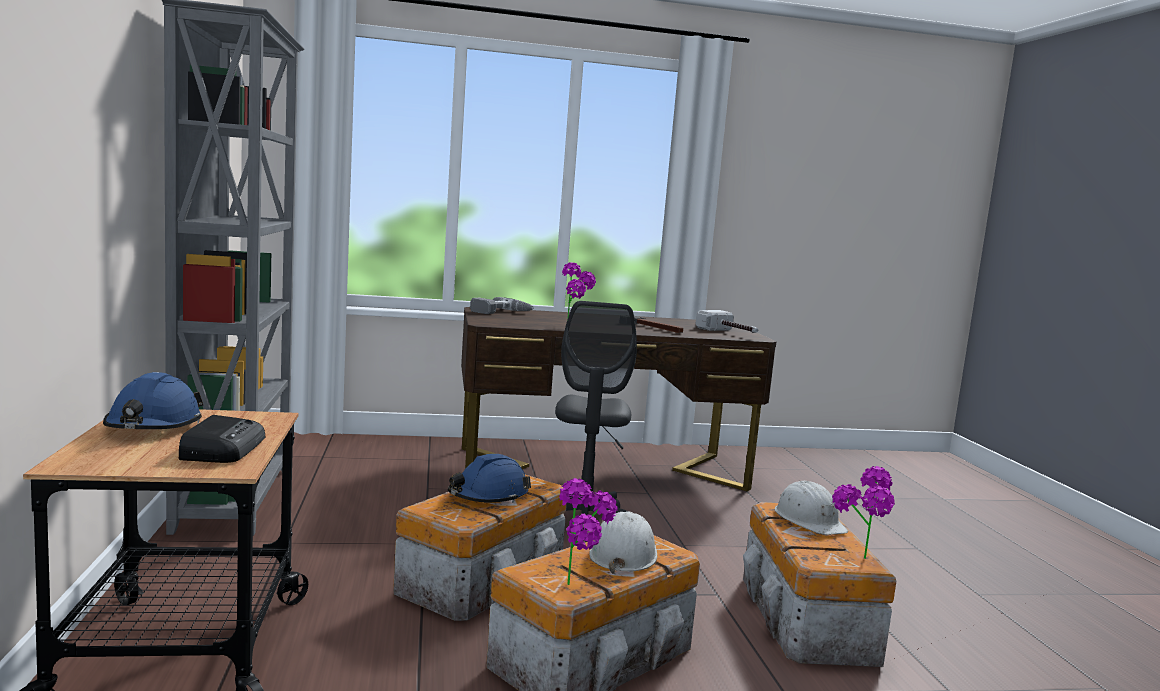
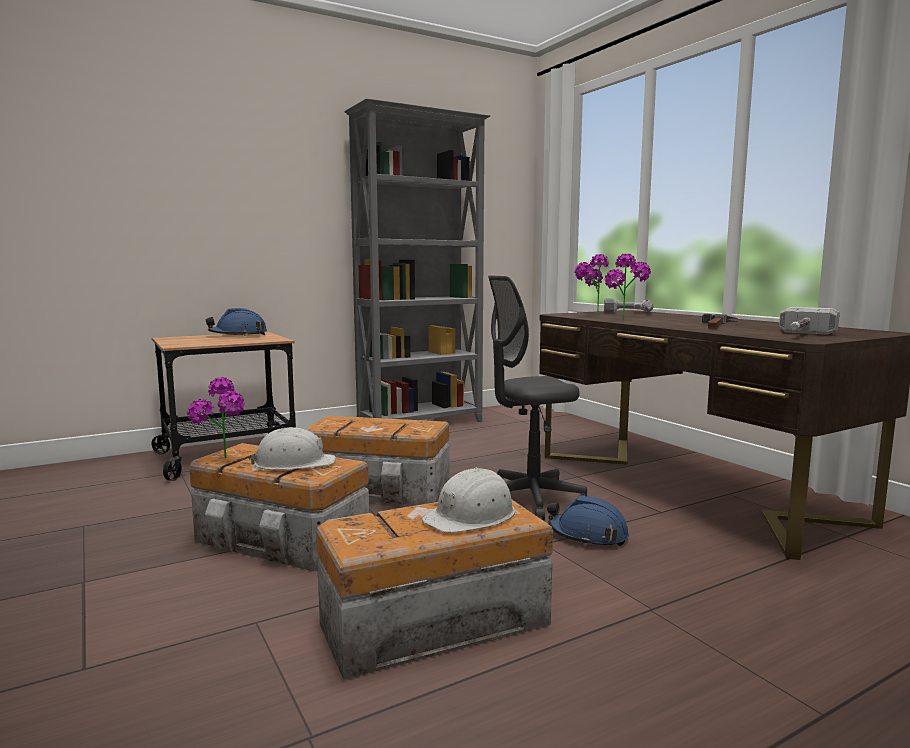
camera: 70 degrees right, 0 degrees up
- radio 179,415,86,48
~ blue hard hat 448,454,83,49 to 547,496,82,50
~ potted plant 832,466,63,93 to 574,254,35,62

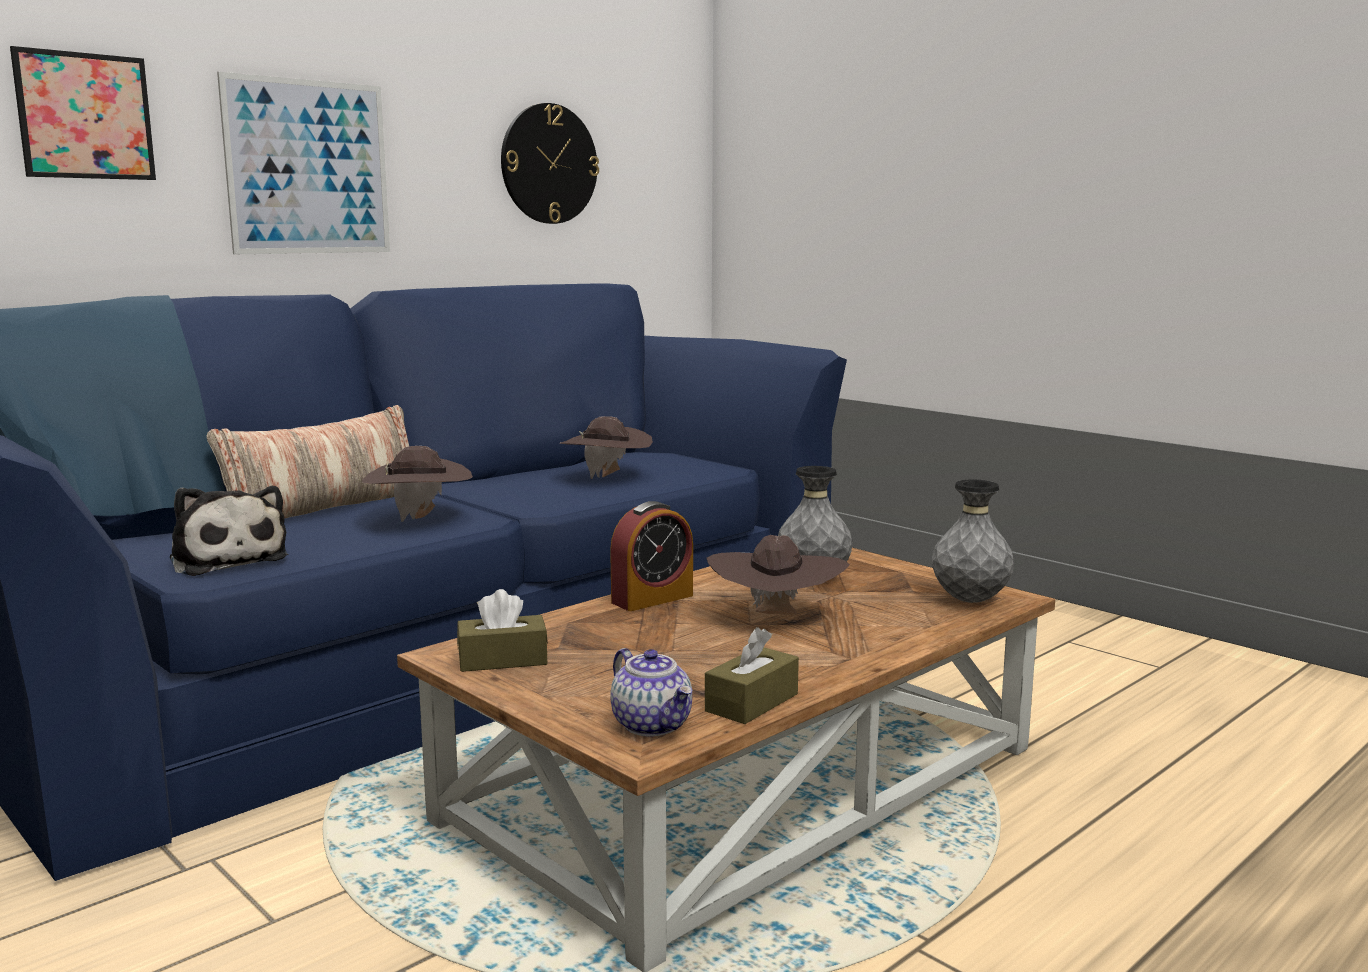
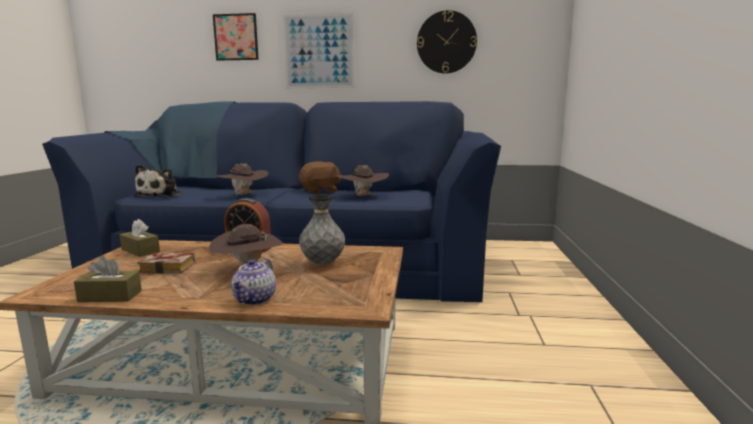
camera: 50 degrees right, 0 degrees up
- pillow 206,405,203,113
- grey vase 932,480,82,123
~ teapot 610,648,82,88 to 231,258,45,47
+ brown plush toy 299,161,42,33
+ book 138,253,58,21

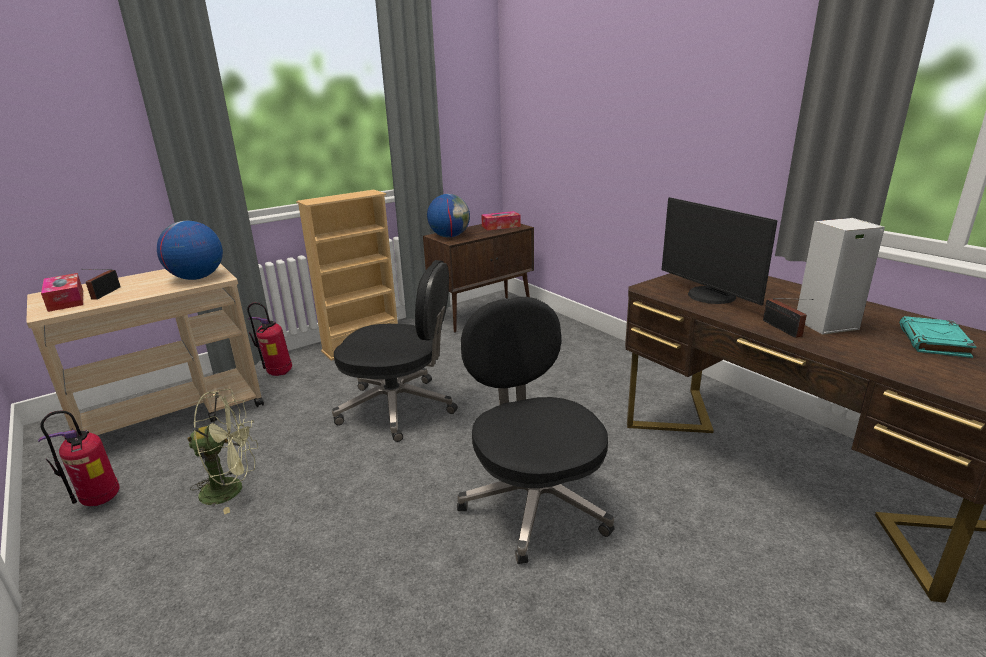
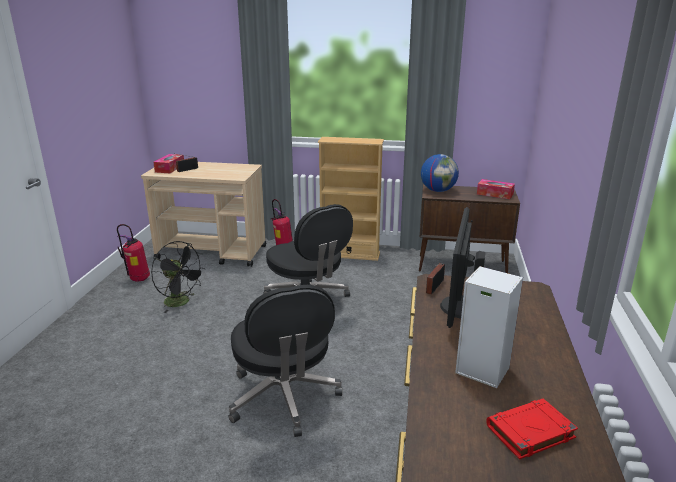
camera: 45 degrees right, 0 degrees up
- globe 157,221,66,59
~ black office chair 457,297,158,267 = 229,285,113,152 135 degrees clockwise
~ radio 763,298,51,40 to 426,263,19,32
~ turquoise book 899,316,77,42 to red book 486,398,92,62
~ green fan 187,389,71,125 to black fan 151,241,55,72

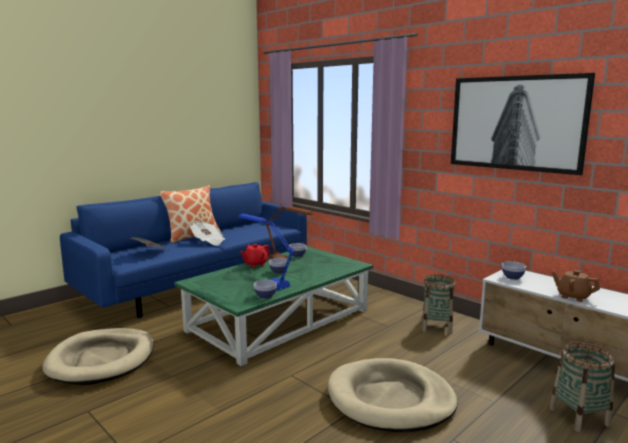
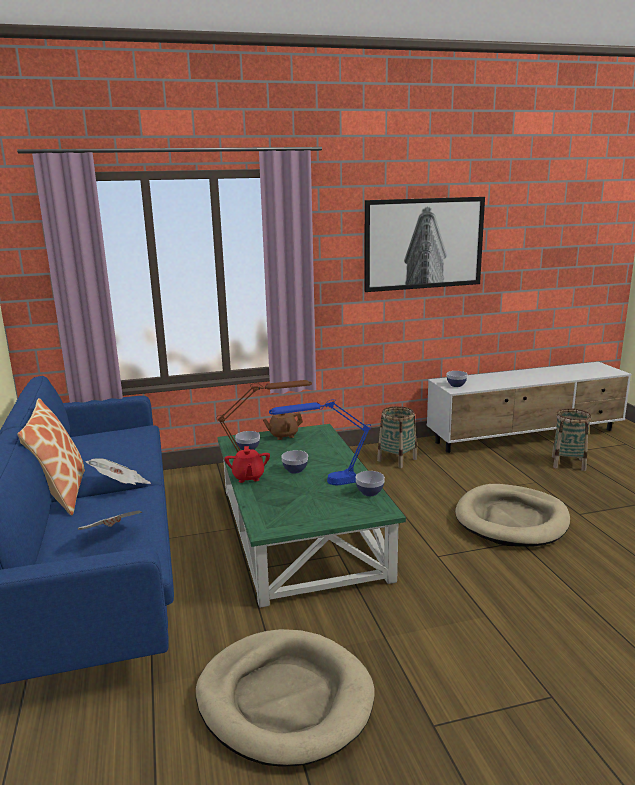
camera: 60 degrees left, 5 degrees up
~ brown teapot 552,270,48,32 to 263,412,40,28

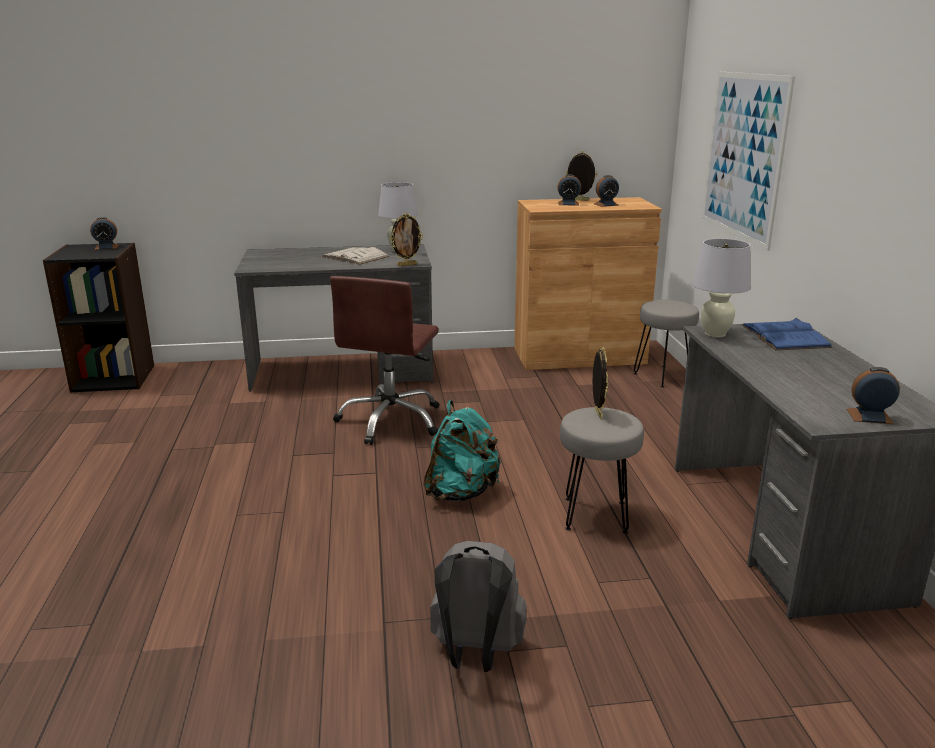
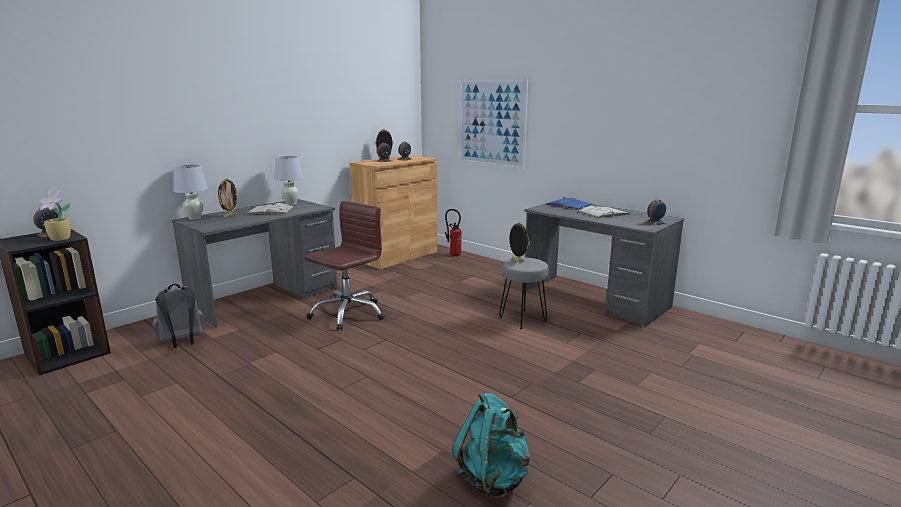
camera: 40 degrees left, 5 degrees down
~ picture frame 390,213,33,53 to 218,178,21,40
~ white table lamp 692,239,59,99 to 173,164,35,55
~ brown office chair 330,276,109,169 = 304,201,81,130 120 degrees counterclockwise
~ grey stool 634,300,65,88 to fire extinguisher 445,209,17,48
~ turquoise backpack 423,400,78,102 to 452,393,78,106
~ grey backpack 430,541,96,131 to 153,284,52,64
+ potted plant 39,191,32,50
+ white book 577,206,53,12

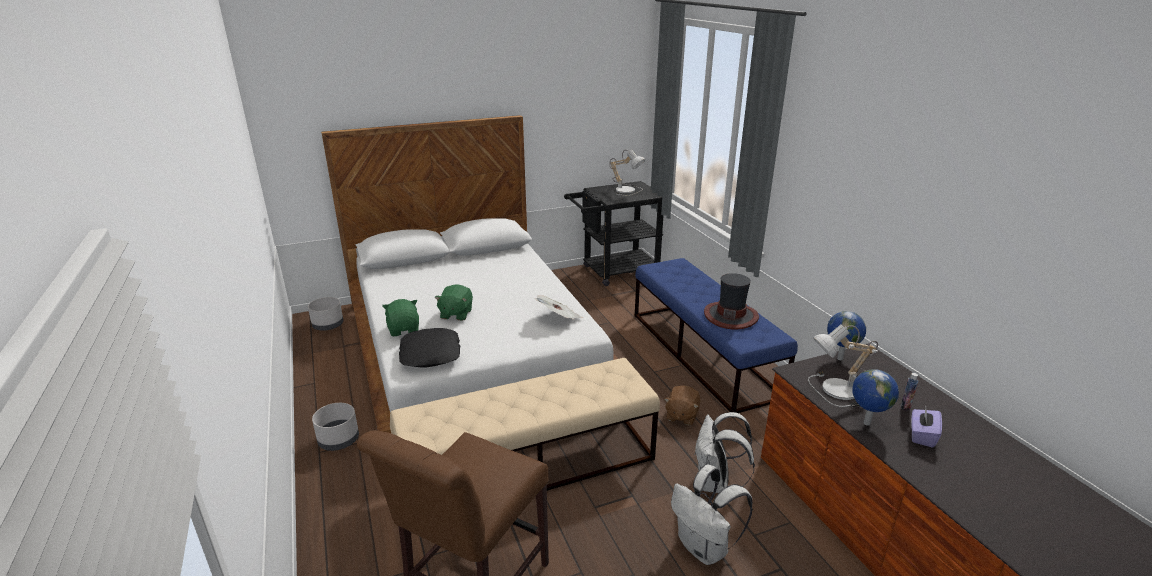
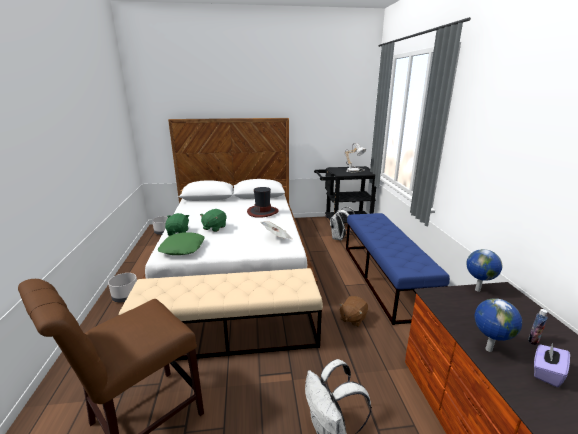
camera: 15 degrees right, 5 degrees down
~ hat 704,273,55,56 to 247,187,32,31
- table lamp 808,324,70,83
~ black pillow 399,328,61,40 to green pillow 158,232,47,23
~ white backpack 694,412,61,81 to 330,207,25,34

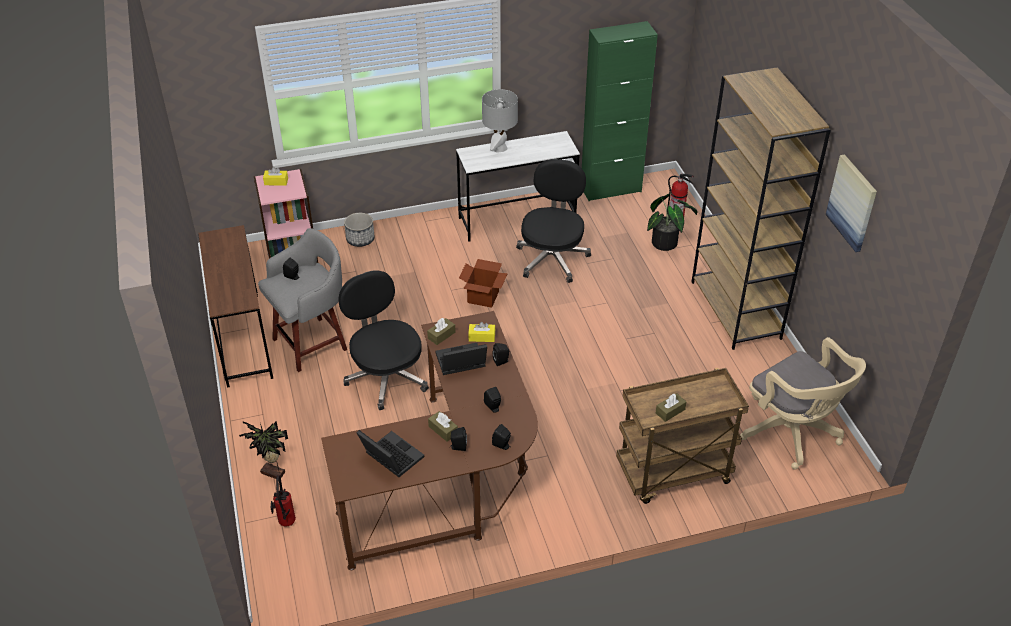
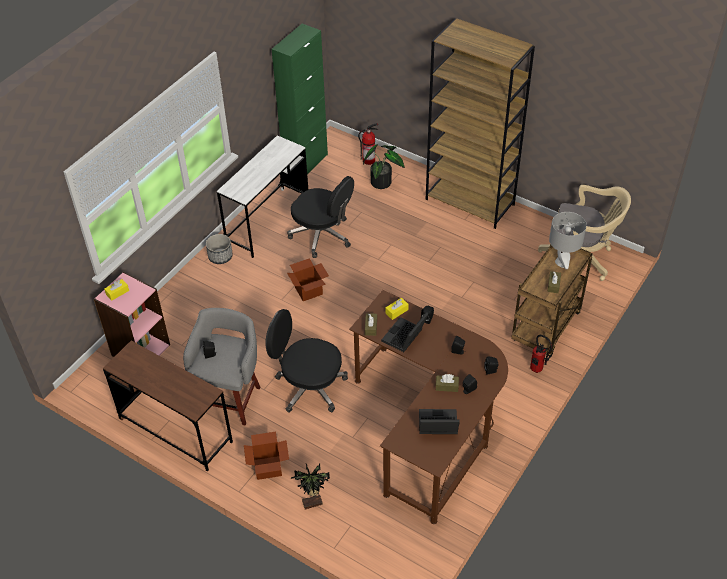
camera: 40 degrees left, 5 degrees up
~ grey table lamp 482,89,36,64 to 549,212,37,57
- picture 826,154,51,98
~ black office chair 516,159,75,124 = 287,176,67,82 150 degrees clockwise
~ planter 344,213,31,34 to 206,234,27,30
~ fire extinguisher 271,475,25,51 to 530,335,22,38
+ cardboard box 244,431,45,49

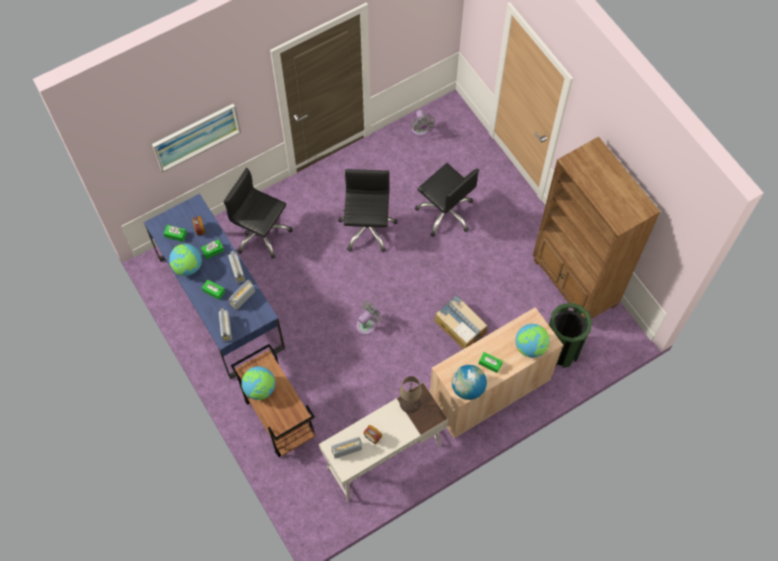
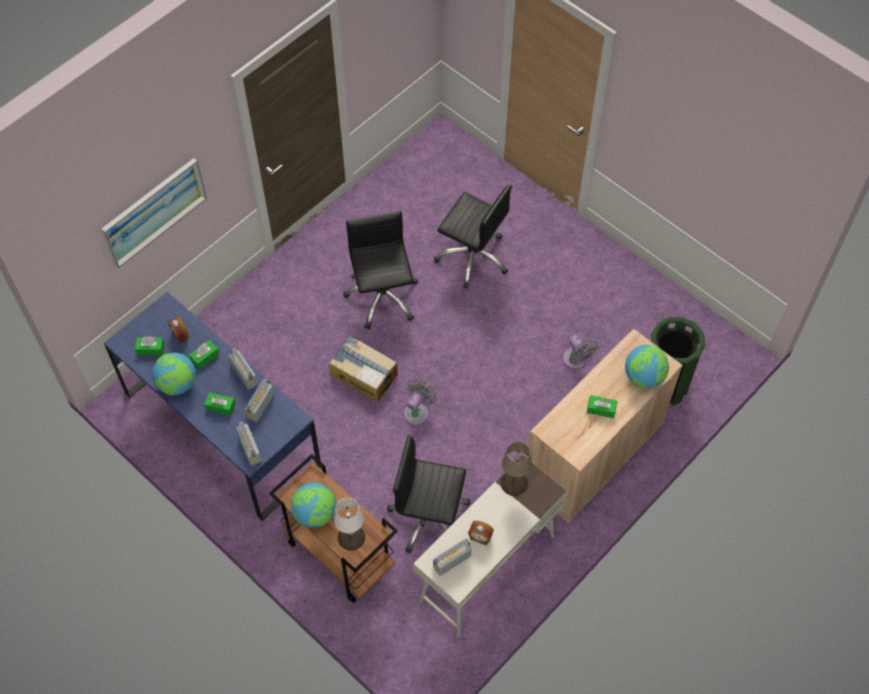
camera: 15 degrees left, 5 degrees down
~ grey fan 411,110,24,26 to 563,335,35,35
- brown bookcase 533,137,127,182
~ black office chair 224,168,69,91 to 387,435,84,118
~ cardboard box 434,295,53,54 to 329,335,69,67
- globe 452,365,35,35
+ white table lamp 334,498,31,53

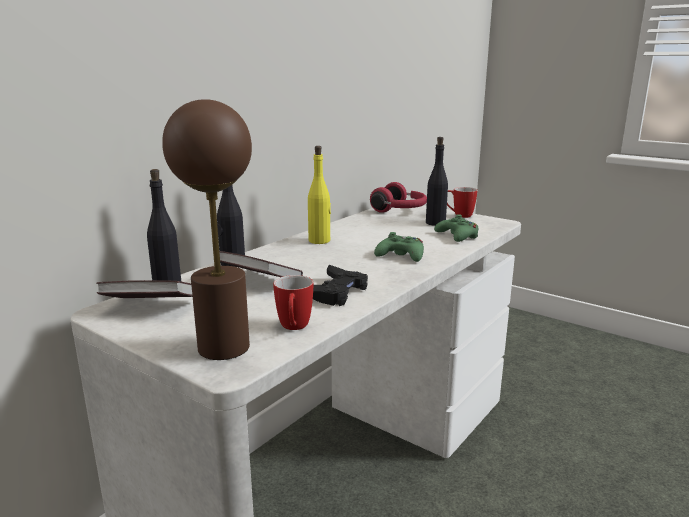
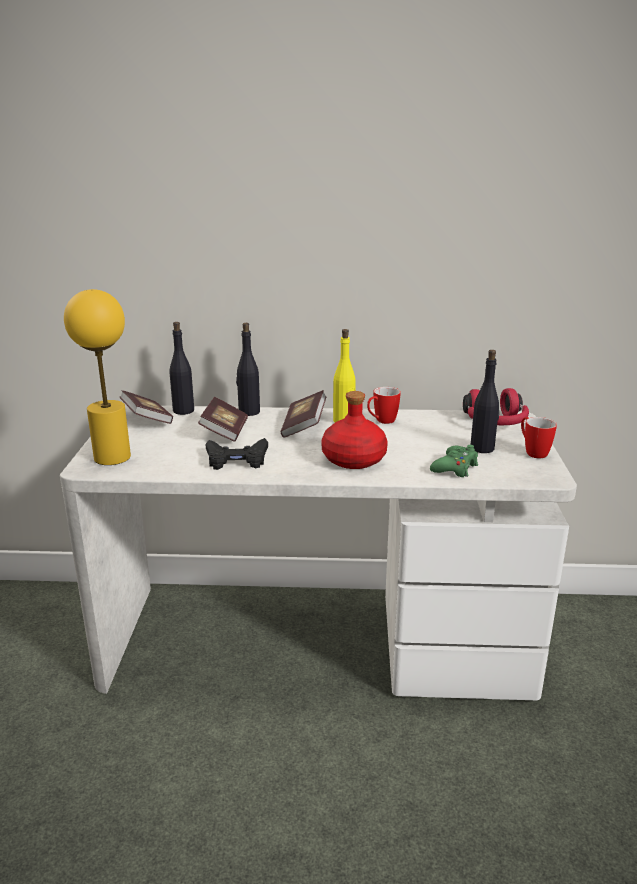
camera: 55 degrees right, 5 degrees up
~ brown table lamp 162,99,90,261 to yellow table lamp 64,289,67,176
~ green game controller 374,232,50,30 to red bottle 321,391,67,78
~ mug 273,275,40,55 to 367,387,34,37
+ book 281,390,45,48

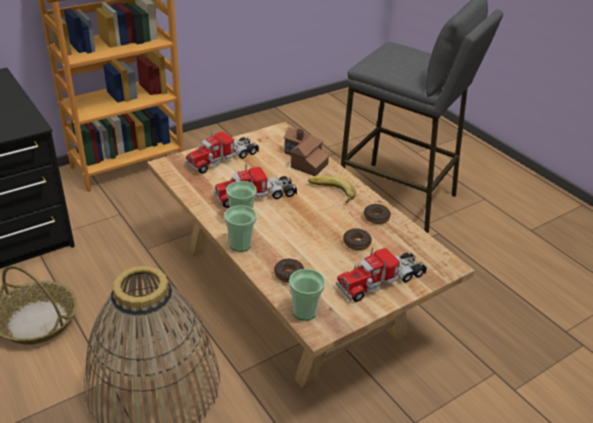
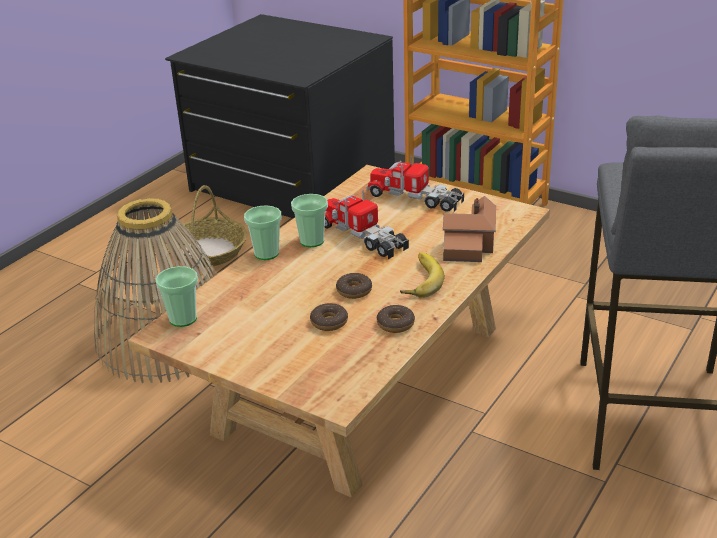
camera: 70 degrees right, 5 degrees down
- toy truck 336,247,91,55
~ donut 274,259,30,24 to 336,273,36,26

